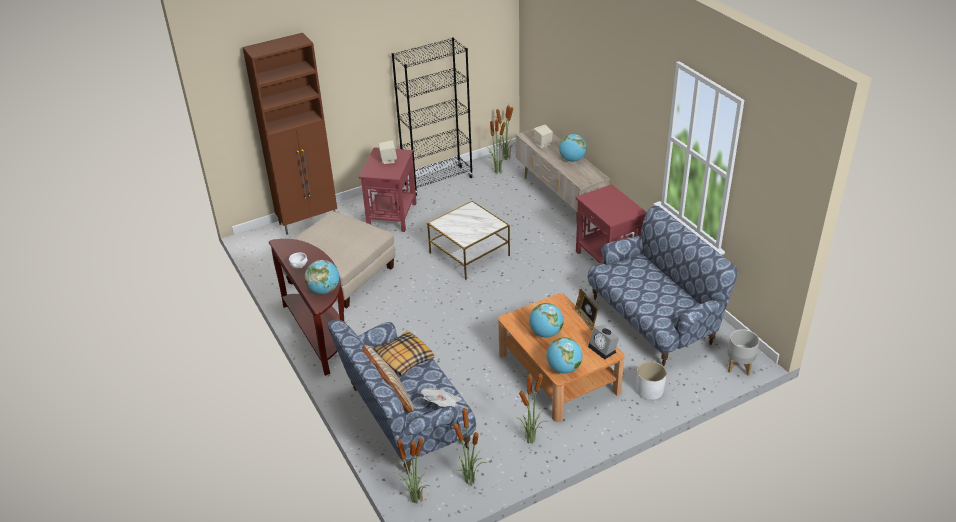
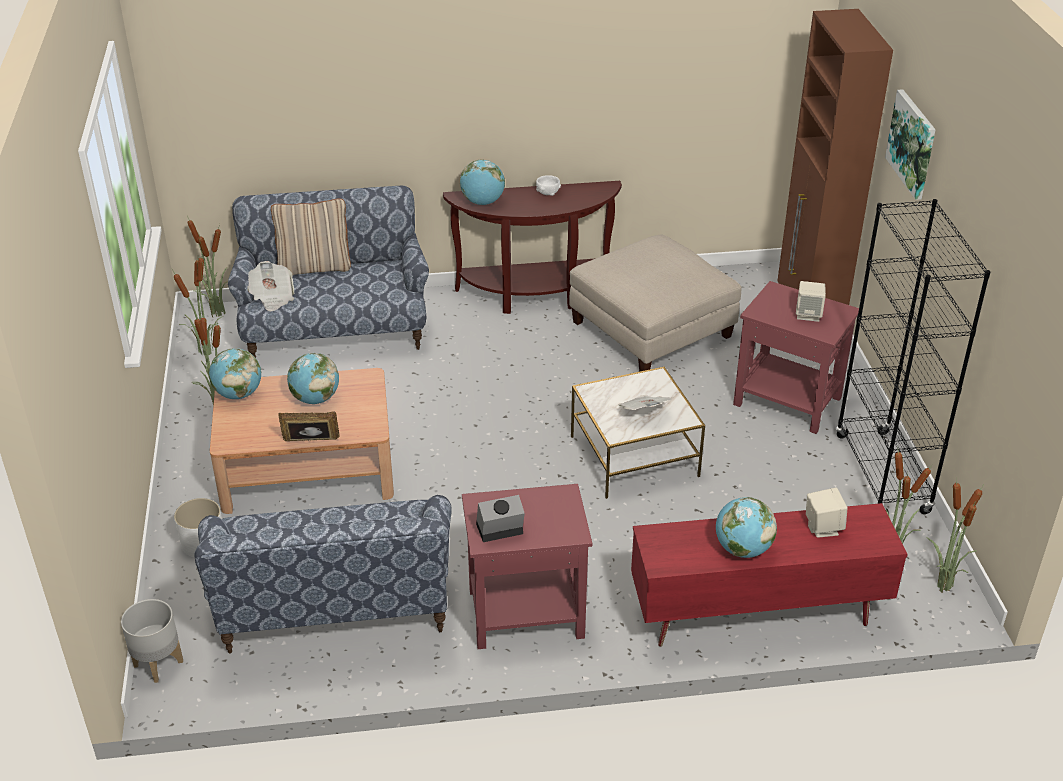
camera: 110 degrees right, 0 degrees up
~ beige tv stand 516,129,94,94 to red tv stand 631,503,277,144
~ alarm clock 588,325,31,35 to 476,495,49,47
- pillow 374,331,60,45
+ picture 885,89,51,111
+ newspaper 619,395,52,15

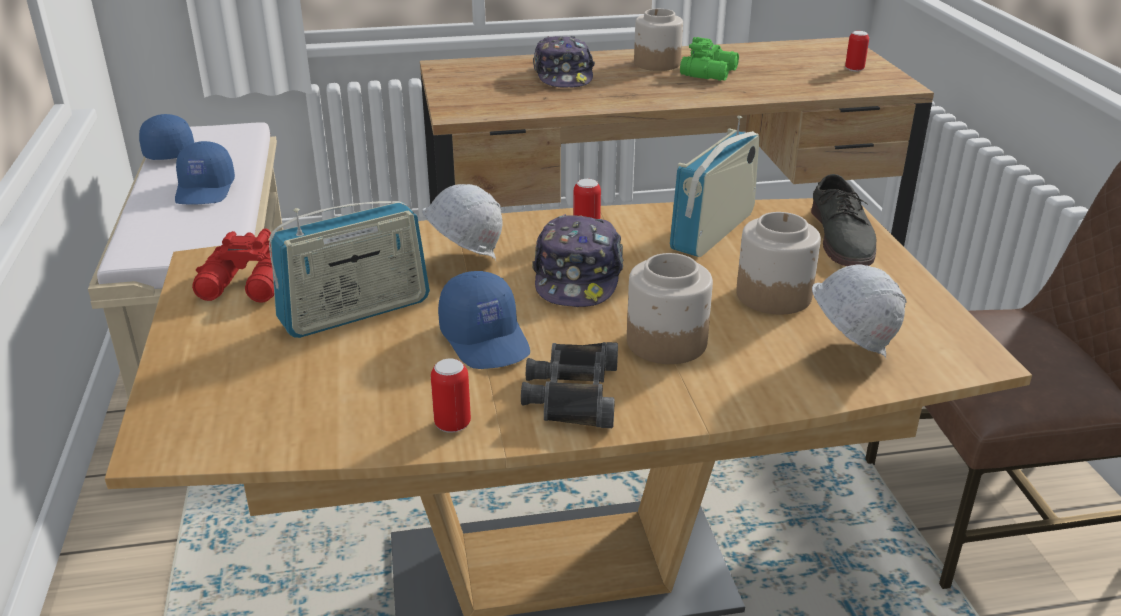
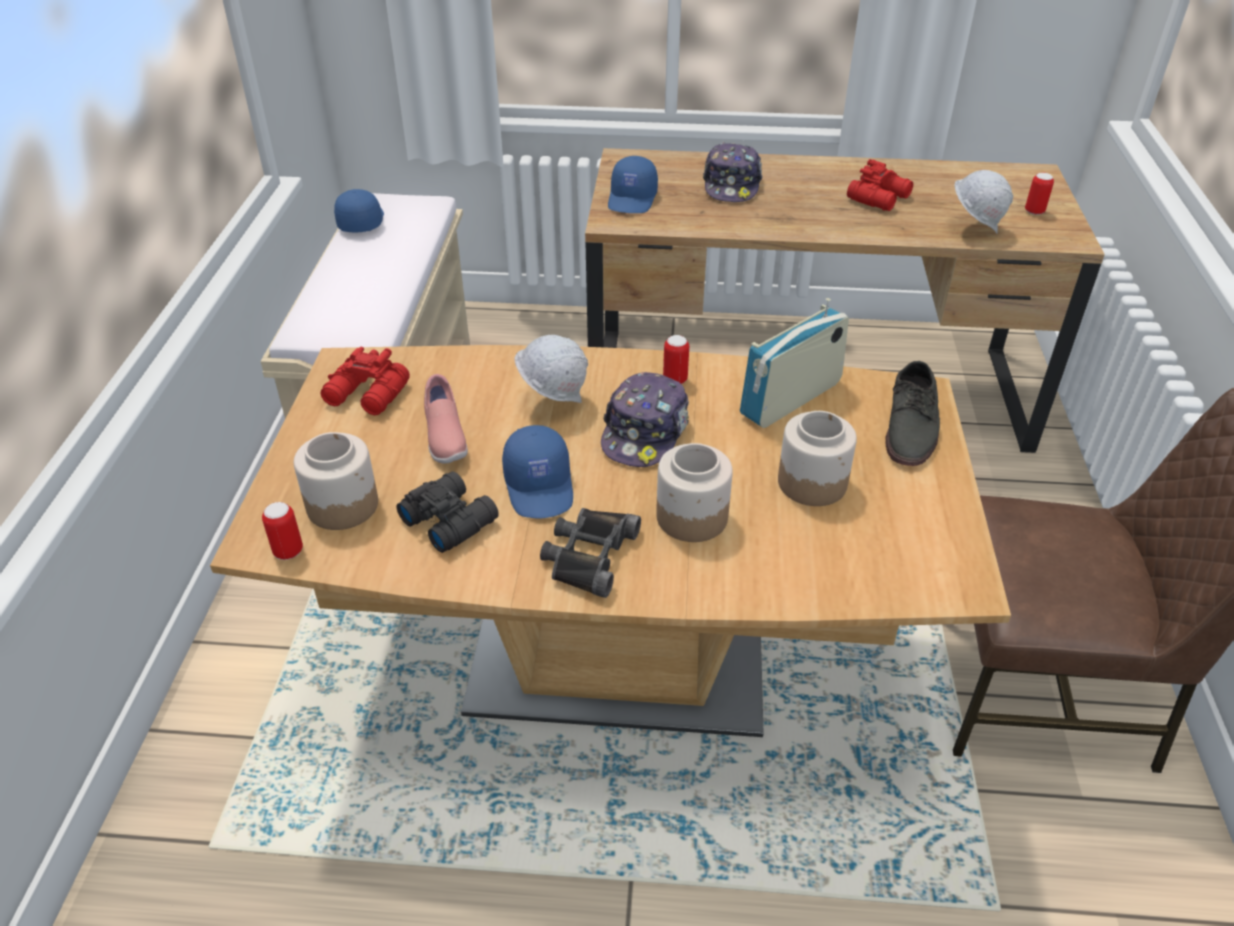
camera: 15 degrees right, 10 degrees up
~ jar 634,9,49,62 to 294,432,84,98
~ green binoculars 680,37,59,44 to red binoculars 847,159,66,52
~ blue cap 175,141,60,64 to 608,156,50,57
~ radio 269,201,161,137 to pink shoe 424,374,44,90
~ white hard hat 812,265,95,93 to 954,170,59,63
~ can 431,358,40,75 to 262,502,41,58
+ black binoculars 396,471,103,82

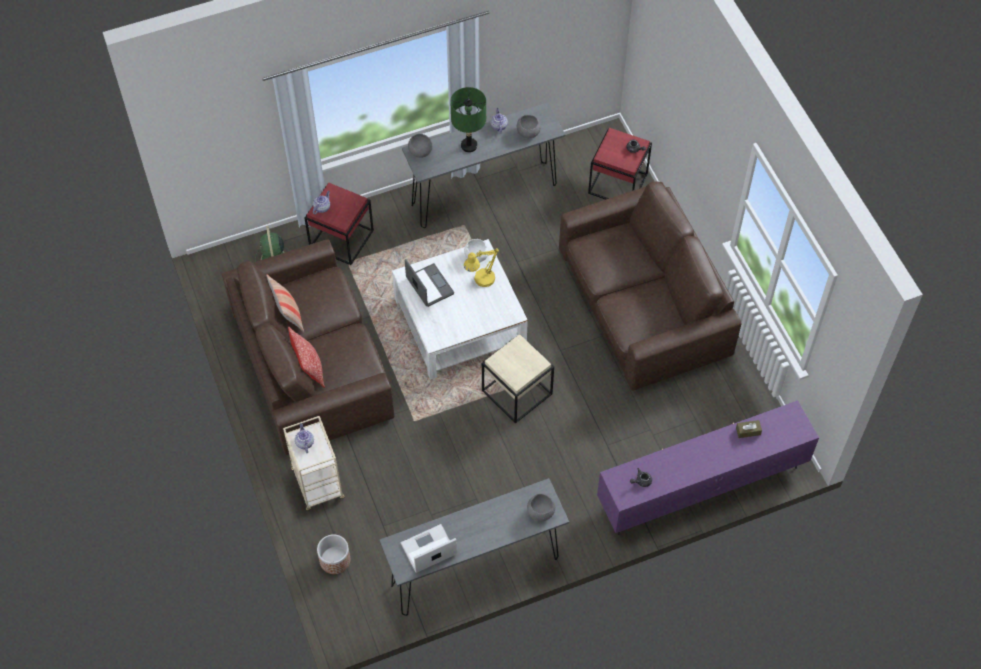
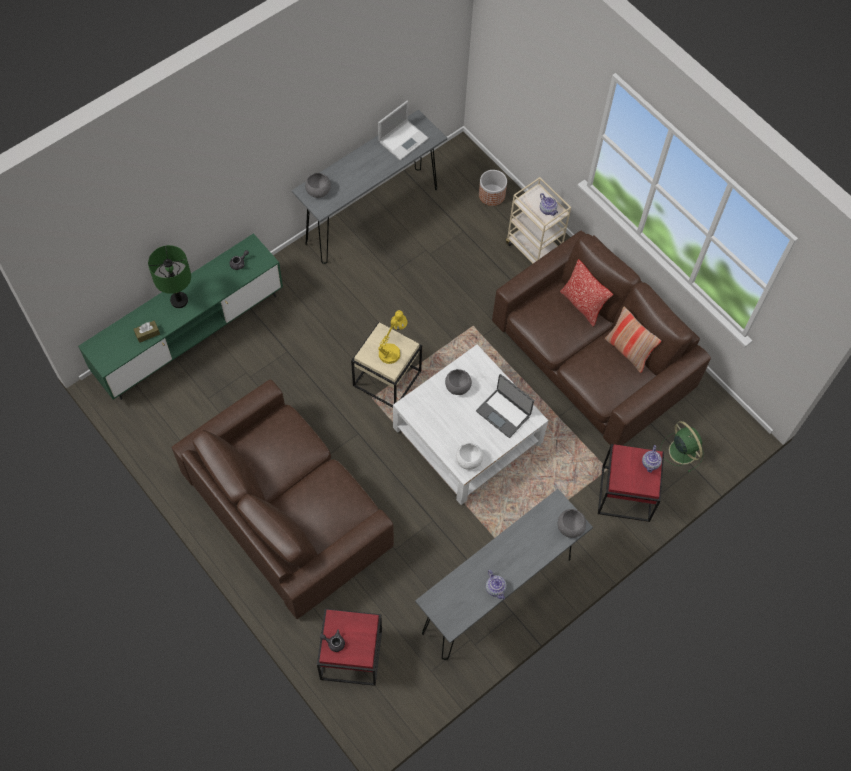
camera: 160 degrees right, 5 degrees up
~ green table lamp 450,87,36,66 to 148,245,43,63
~ grey bowl 517,115,24,23 to 445,369,27,26
~ yellow table lamp 464,248,35,39 to 378,310,30,54
~ purple tv stand 597,400,222,135 to green tv stand 78,233,205,167

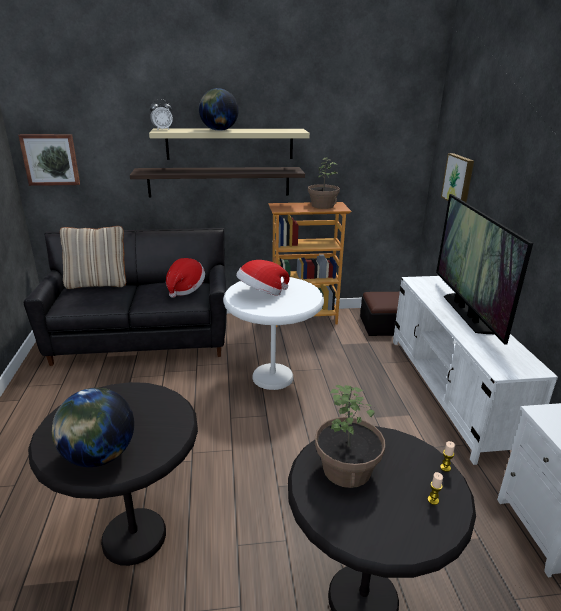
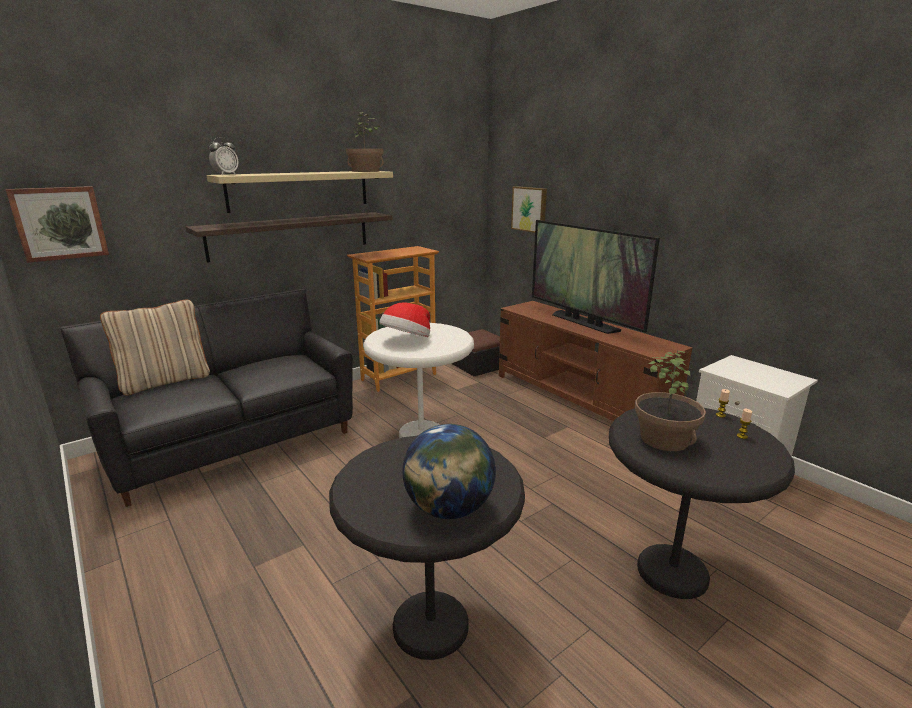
camera: 30 degrees left, 5 degrees down
- globe 199,88,40,43
~ potted plant 308,157,32,52 to 346,111,38,61
- hat 166,258,39,40
~ white tv stand 393,276,165,189 to brown tv stand 499,301,194,120

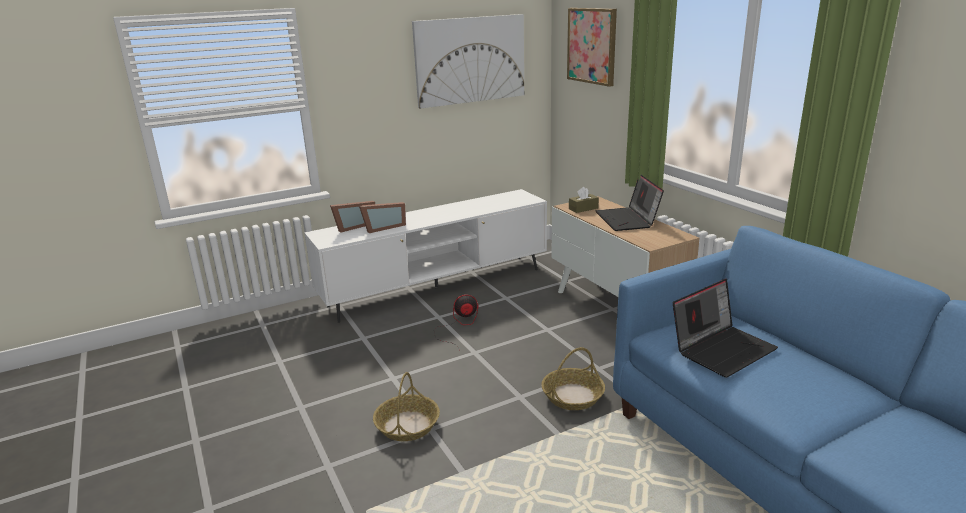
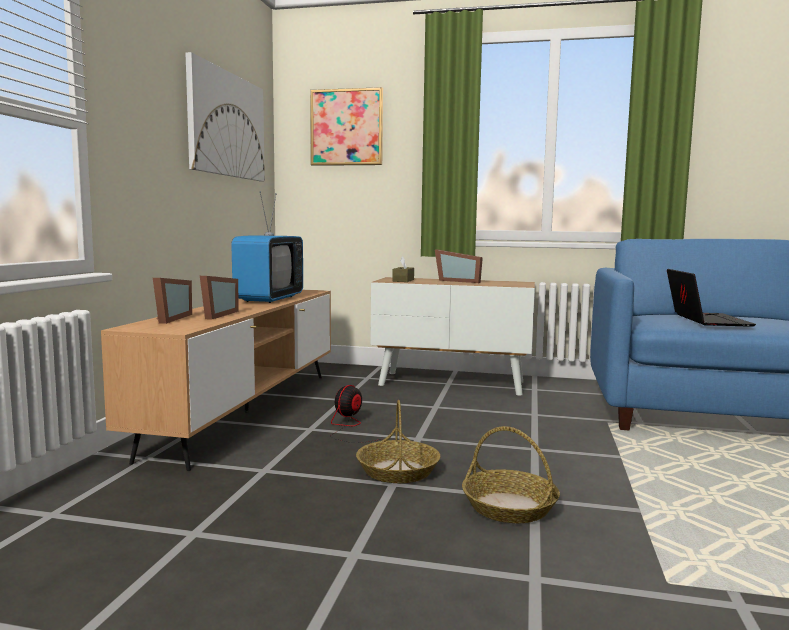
camera: 50 degrees left, 15 degrees down
~ laptop 595,175,69,56 to picture frame 435,249,48,34
~ white tv stand 304,189,243,134 to brown tv stand 101,290,230,181
~ basket 541,347,64,63 to 356,400,84,83
+ television 231,191,72,112

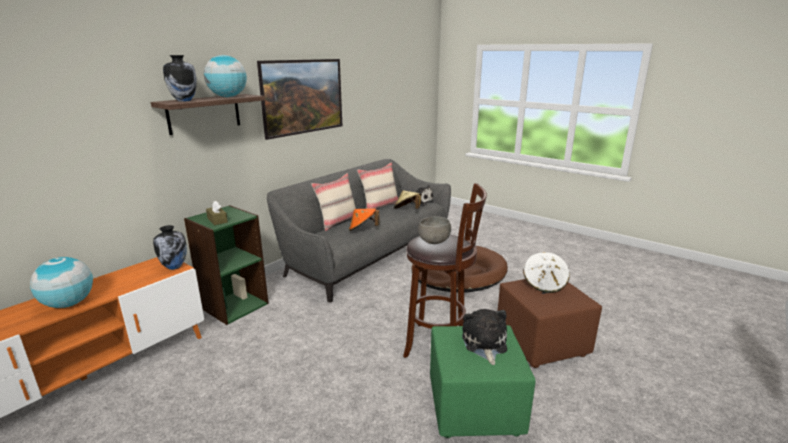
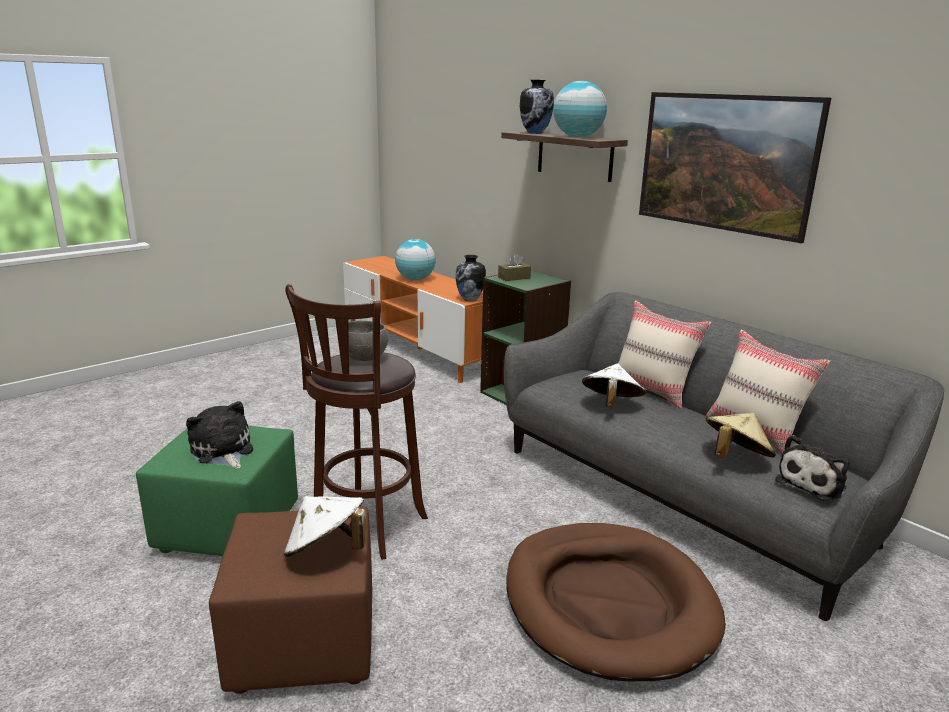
camera: 100 degrees right, 0 degrees up
~ orange hat 349,208,30,23 to white hat 582,364,64,44
~ plush toy 462,309,45,56 = 186,401,67,68 135 degrees counterclockwise

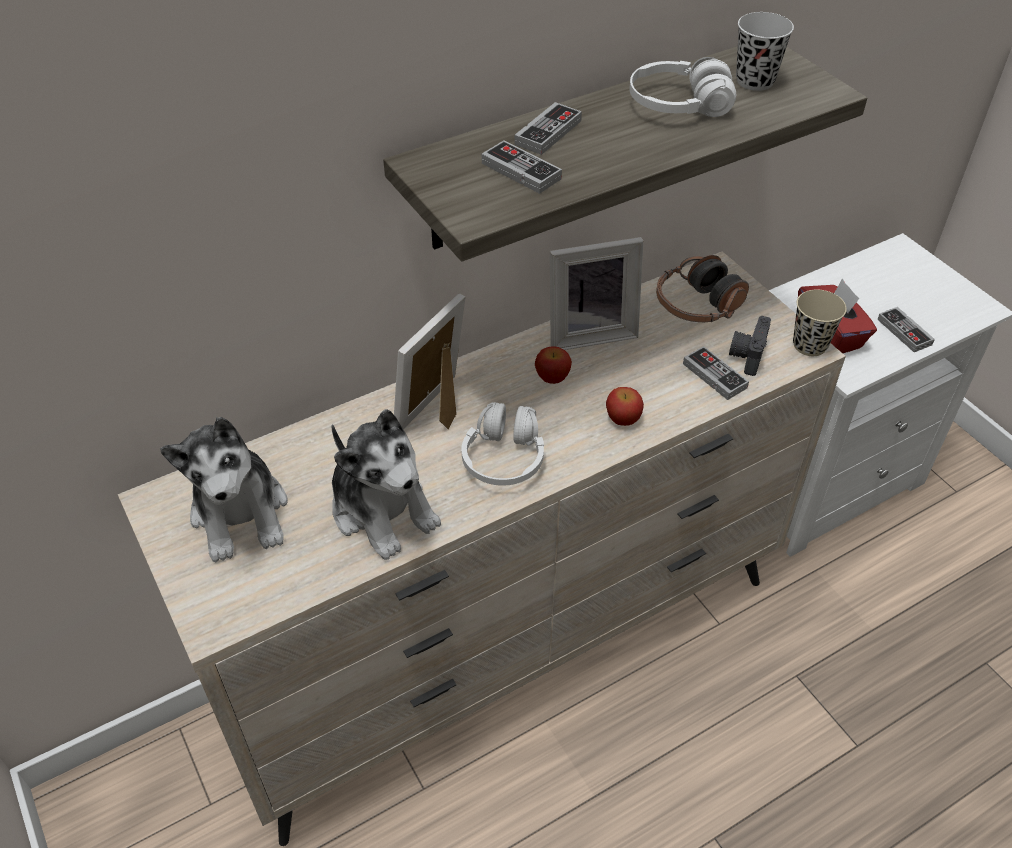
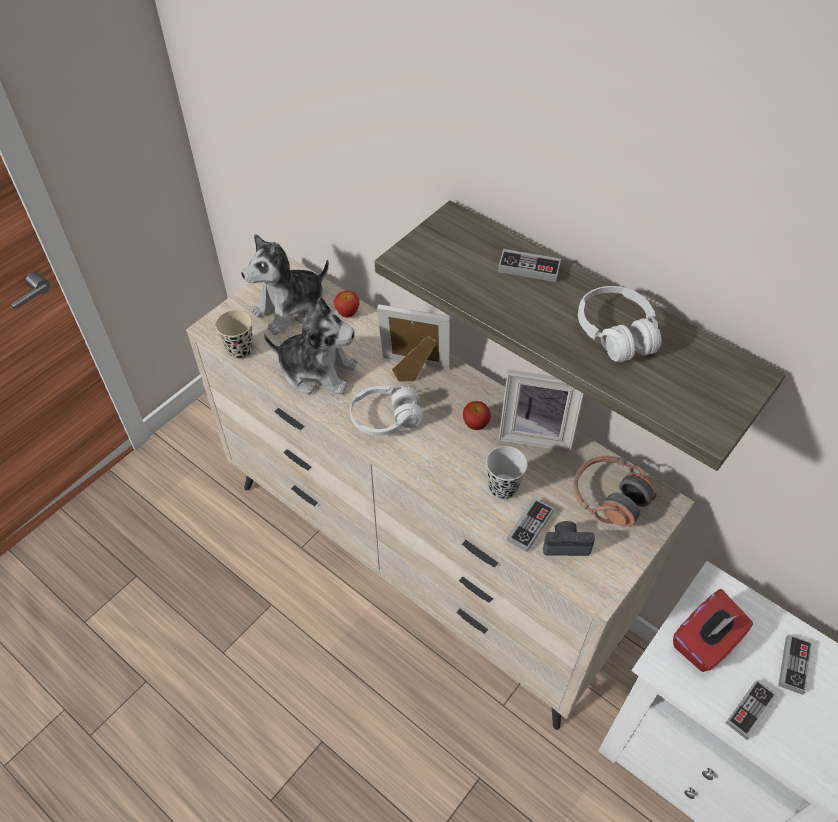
camera: 70 degrees right, 5 degrees up
~ black cup 736,12,58,79 to 486,446,42,53
~ game controller 482,140,80,54 to 778,634,34,61
~ picture frame 550,237,94,113 = 498,369,86,83 45 degrees counterclockwise
~ beige cup 793,290,54,66 to 215,310,38,49
~ apple 606,387,38,39 to 334,291,25,27
~ plush toy 331,409,110,151 = 263,297,95,98 105 degrees counterclockwise

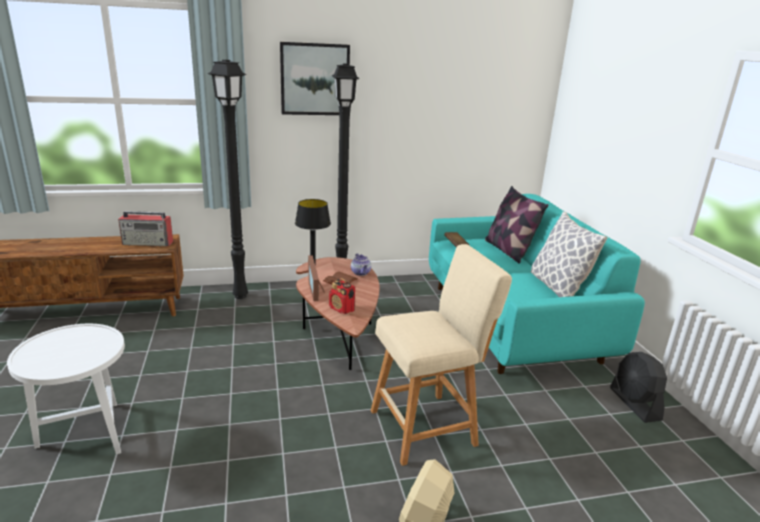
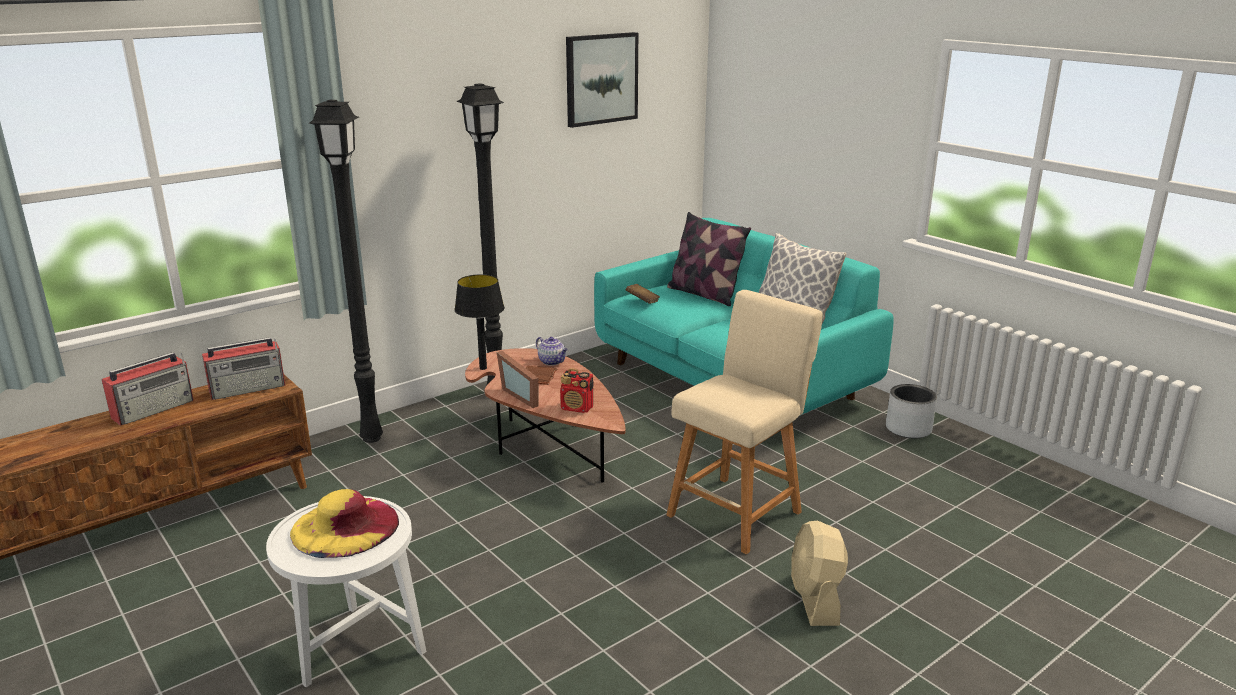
camera: 25 degrees left, 0 degrees up
~ picture 280,42,70,73 to 566,32,72,96
~ black fan 610,352,57,71 to grey planter 886,384,51,55
+ radio 101,352,93,74
+ yellow hat 290,489,109,69

